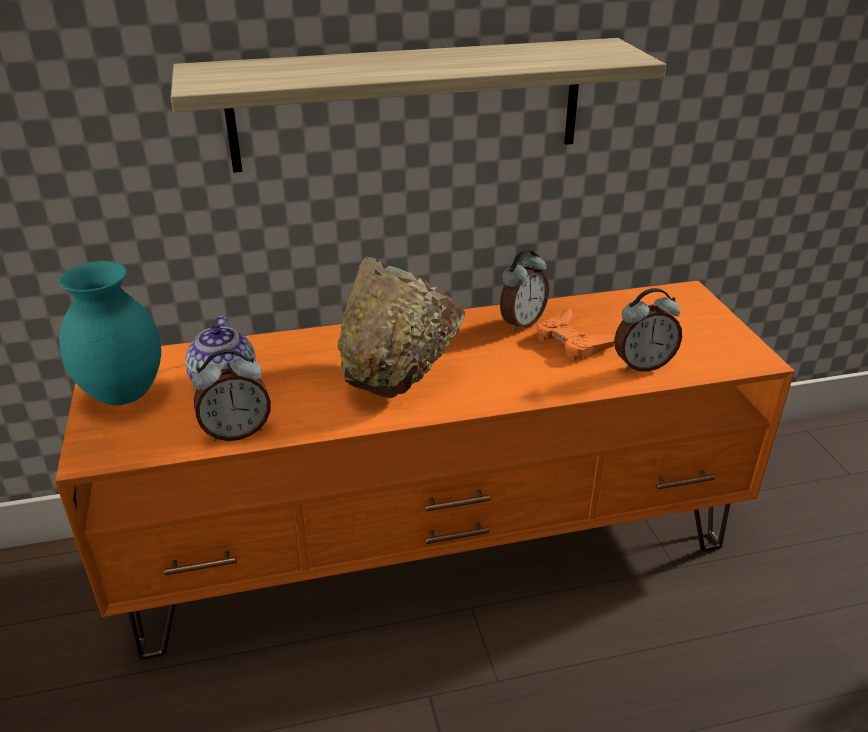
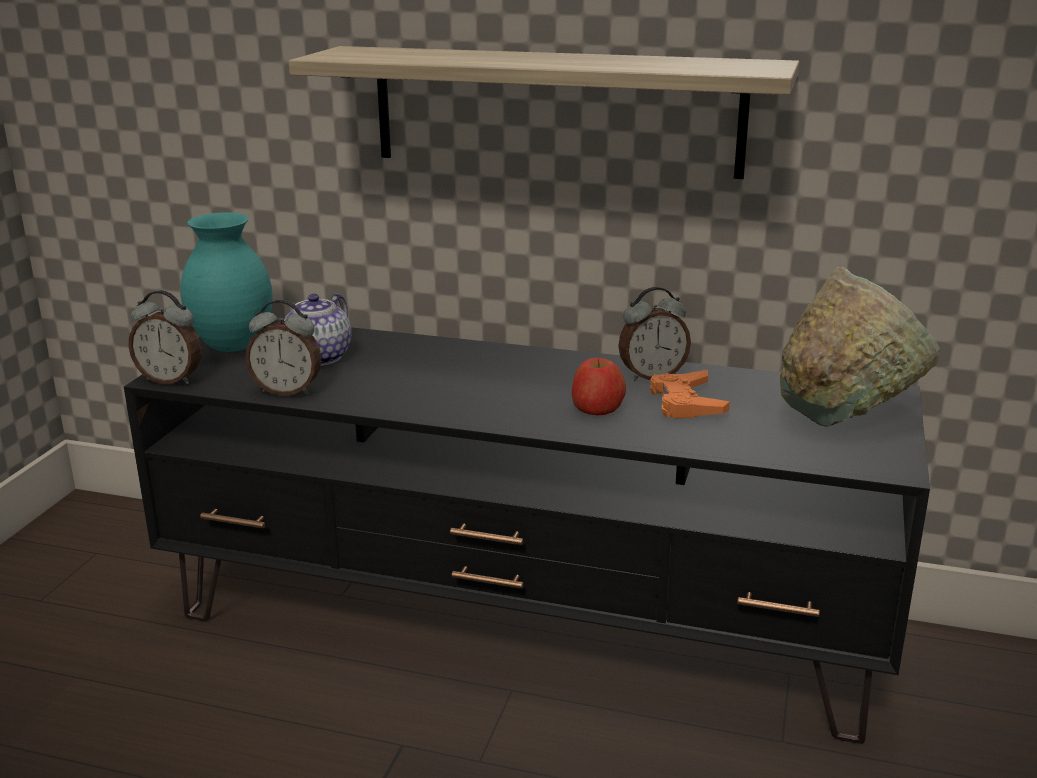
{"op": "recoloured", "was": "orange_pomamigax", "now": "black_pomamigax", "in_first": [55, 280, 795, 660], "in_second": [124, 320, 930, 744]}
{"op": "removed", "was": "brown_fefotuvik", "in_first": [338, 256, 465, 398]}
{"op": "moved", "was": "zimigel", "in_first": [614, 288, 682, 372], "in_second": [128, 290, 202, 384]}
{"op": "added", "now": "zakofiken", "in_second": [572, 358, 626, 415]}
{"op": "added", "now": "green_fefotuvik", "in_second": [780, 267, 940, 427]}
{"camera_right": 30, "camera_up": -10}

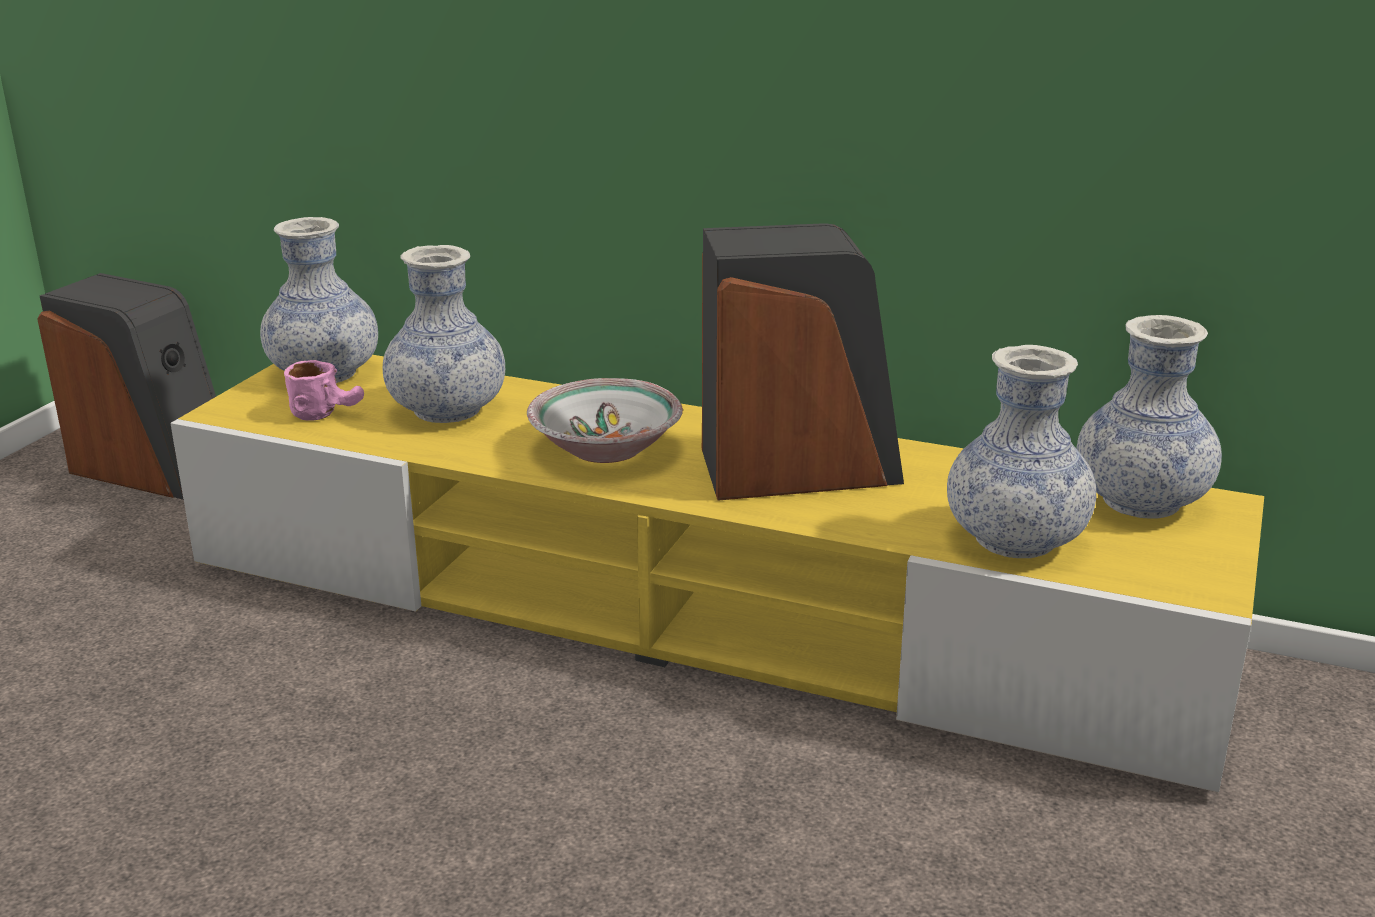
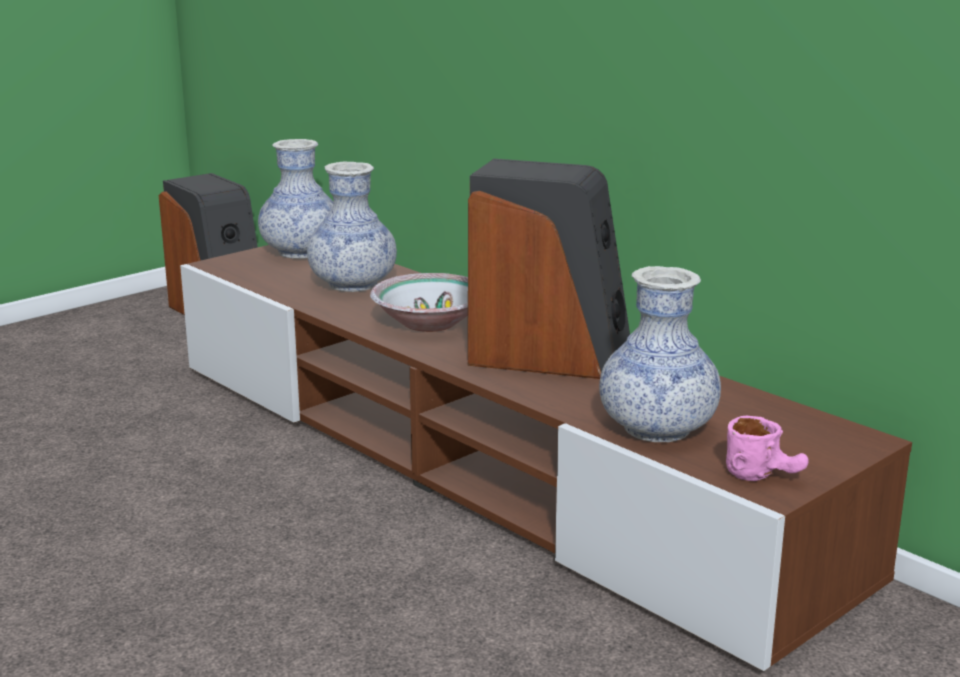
{"op": "recoloured", "was": "yellow_pomamigax", "now": "brown_pomamigax", "in_first": [170, 355, 1264, 793], "in_second": [180, 245, 912, 671]}
{"op": "moved", "was": "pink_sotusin", "in_first": [284, 360, 364, 421], "in_second": [726, 416, 809, 481]}
{"op": "removed", "was": "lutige", "in_first": [1076, 315, 1222, 518]}
{"camera_right": 25, "camera_up": -5}

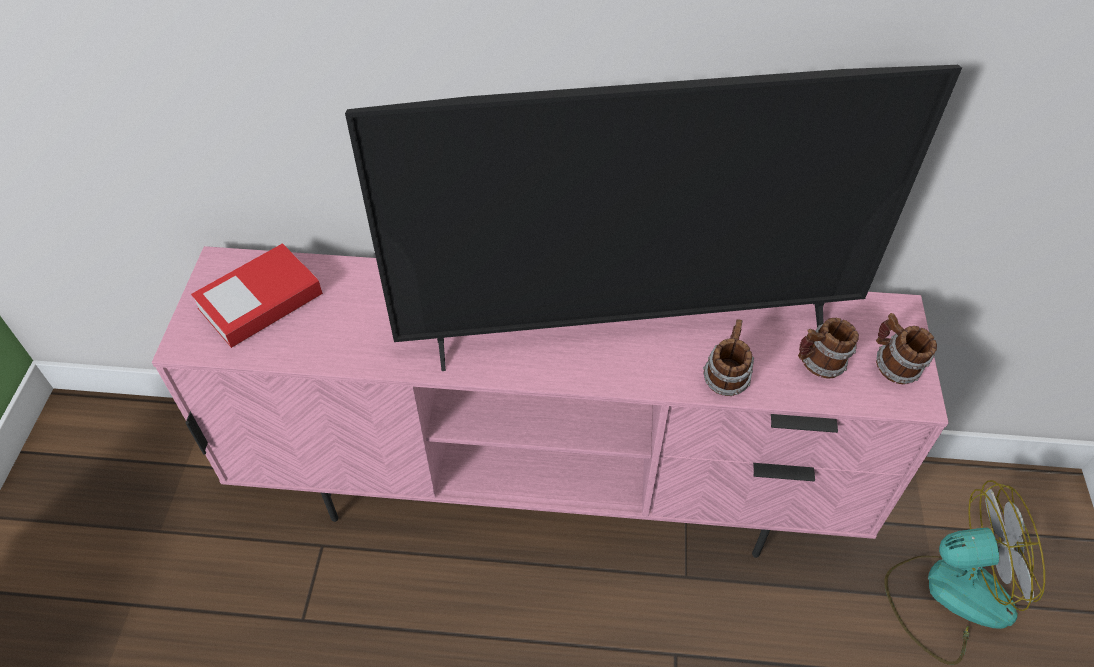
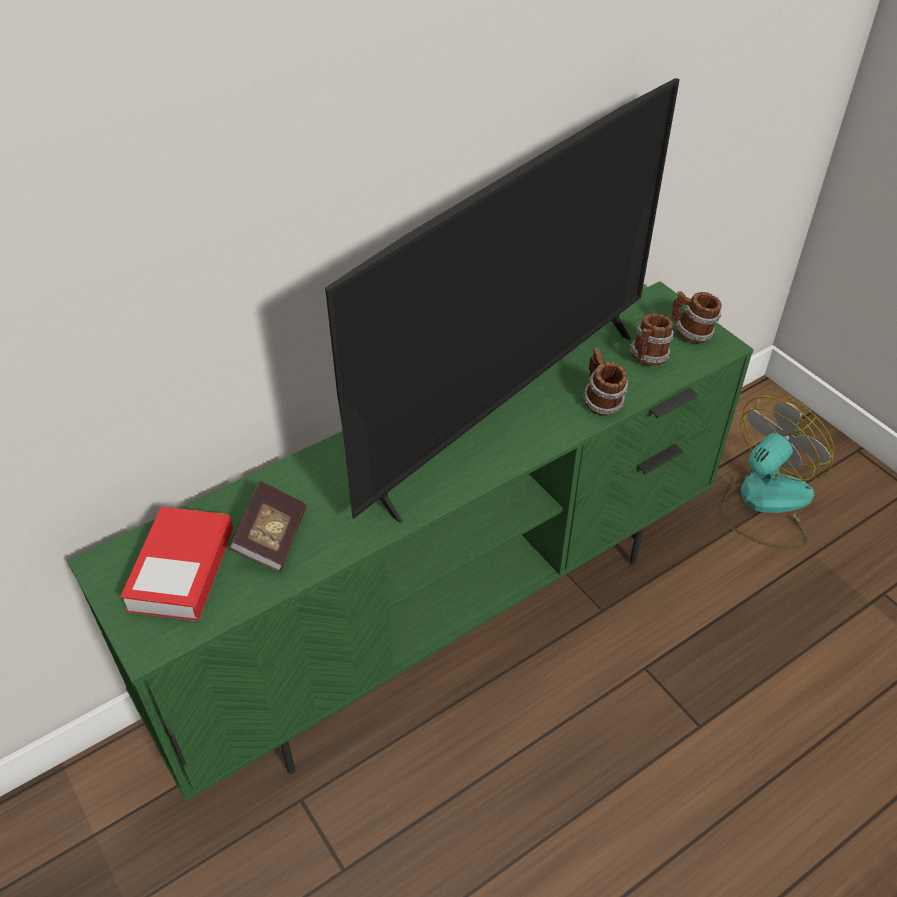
{"op": "recoloured", "was": "pink_pomamigax", "now": "green_pomamigax", "in_first": [152, 246, 949, 558], "in_second": [67, 281, 754, 802]}
{"op": "added", "now": "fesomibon", "in_second": [230, 481, 306, 571]}
{"camera_right": -40, "camera_up": -5}

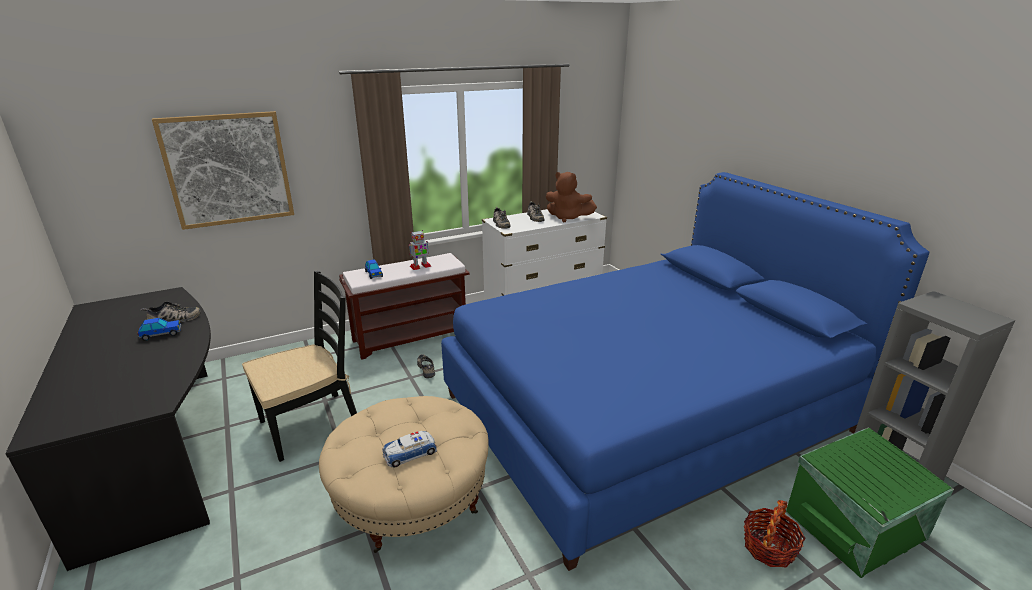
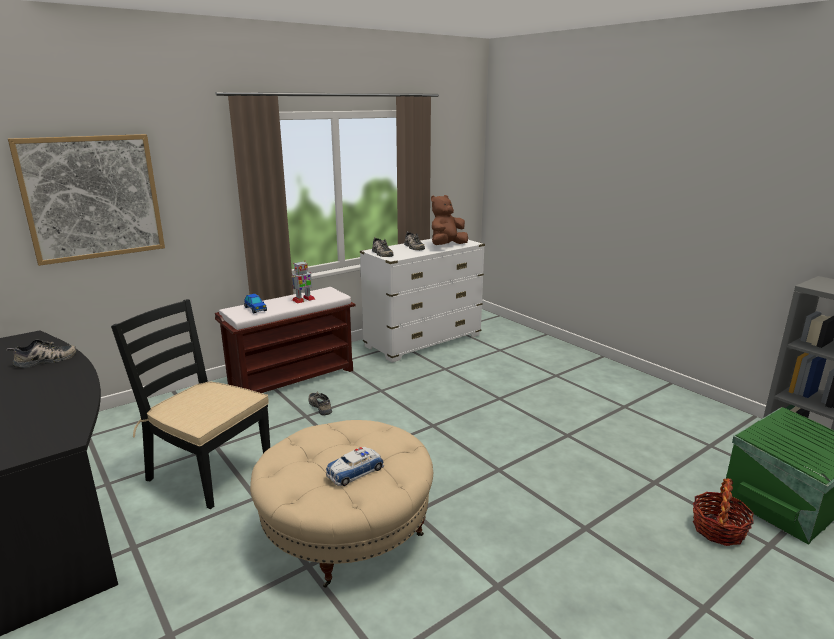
{"op": "removed", "was": "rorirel", "in_first": [138, 318, 182, 341]}
{"op": "turned", "was": "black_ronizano", "in_first": [242, 271, 357, 462], "in_second": [111, 299, 270, 509], "clockwise": -105}
{"op": "removed", "was": "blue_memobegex", "in_first": [441, 172, 929, 571]}
{"op": "turned", "was": "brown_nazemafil", "in_first": [546, 172, 597, 222], "in_second": [431, 195, 468, 245], "clockwise": 120}
{"camera_right": -10, "camera_up": -5}

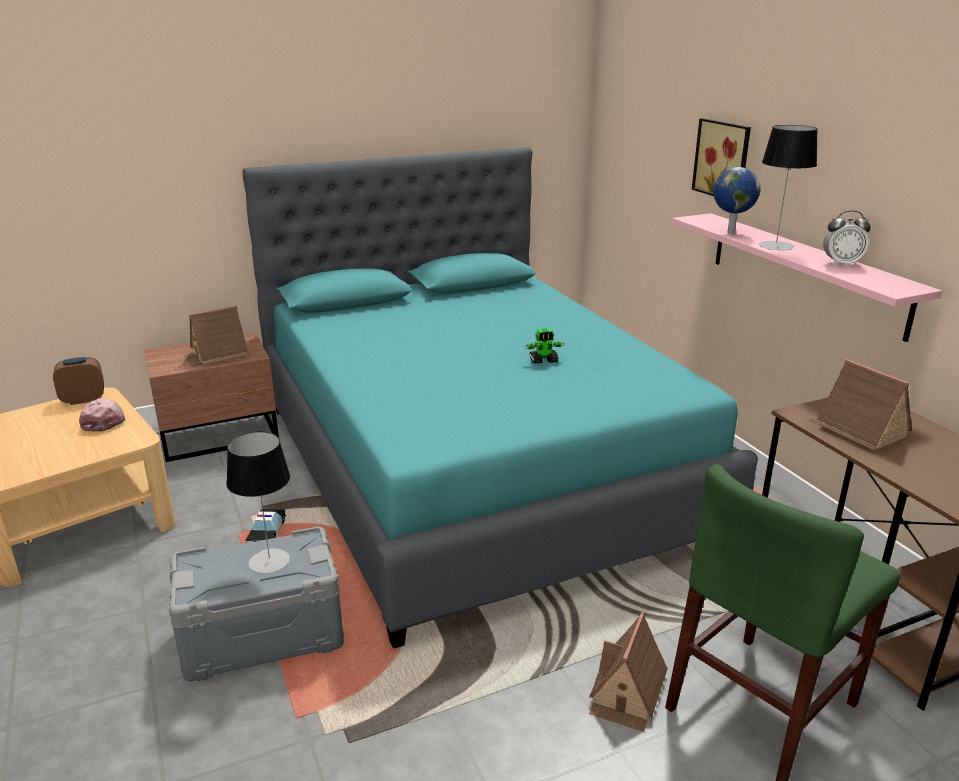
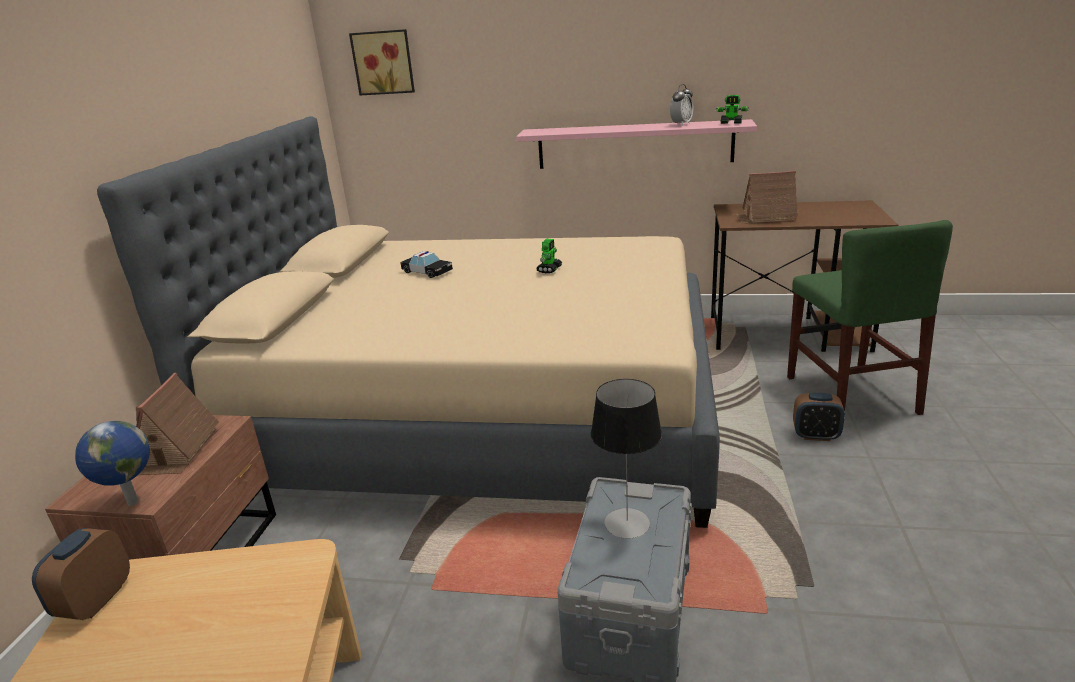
{"op": "removed", "was": "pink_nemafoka", "in_first": [79, 398, 125, 432]}
{"op": "recoloured", "was": "turquoise_memobegex", "now": "beige_memobegex", "in_first": [242, 147, 758, 649], "in_second": [97, 116, 720, 528]}
{"op": "moved", "was": "rorirel", "in_first": [245, 509, 286, 543], "in_second": [400, 251, 453, 278]}
{"op": "replaced", "was": "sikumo", "now": "zimigel", "in_first": [589, 611, 668, 732], "in_second": [793, 393, 845, 441]}
{"op": "moved", "was": "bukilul", "in_first": [692, 118, 751, 196], "in_second": [349, 29, 415, 95]}
{"op": "moved", "was": "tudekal", "in_first": [713, 167, 761, 234], "in_second": [75, 421, 150, 506]}
{"op": "removed", "was": "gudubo", "in_first": [759, 125, 818, 250]}
{"op": "added", "now": "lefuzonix", "in_second": [715, 95, 750, 124]}
{"camera_right": -55, "camera_up": 0}

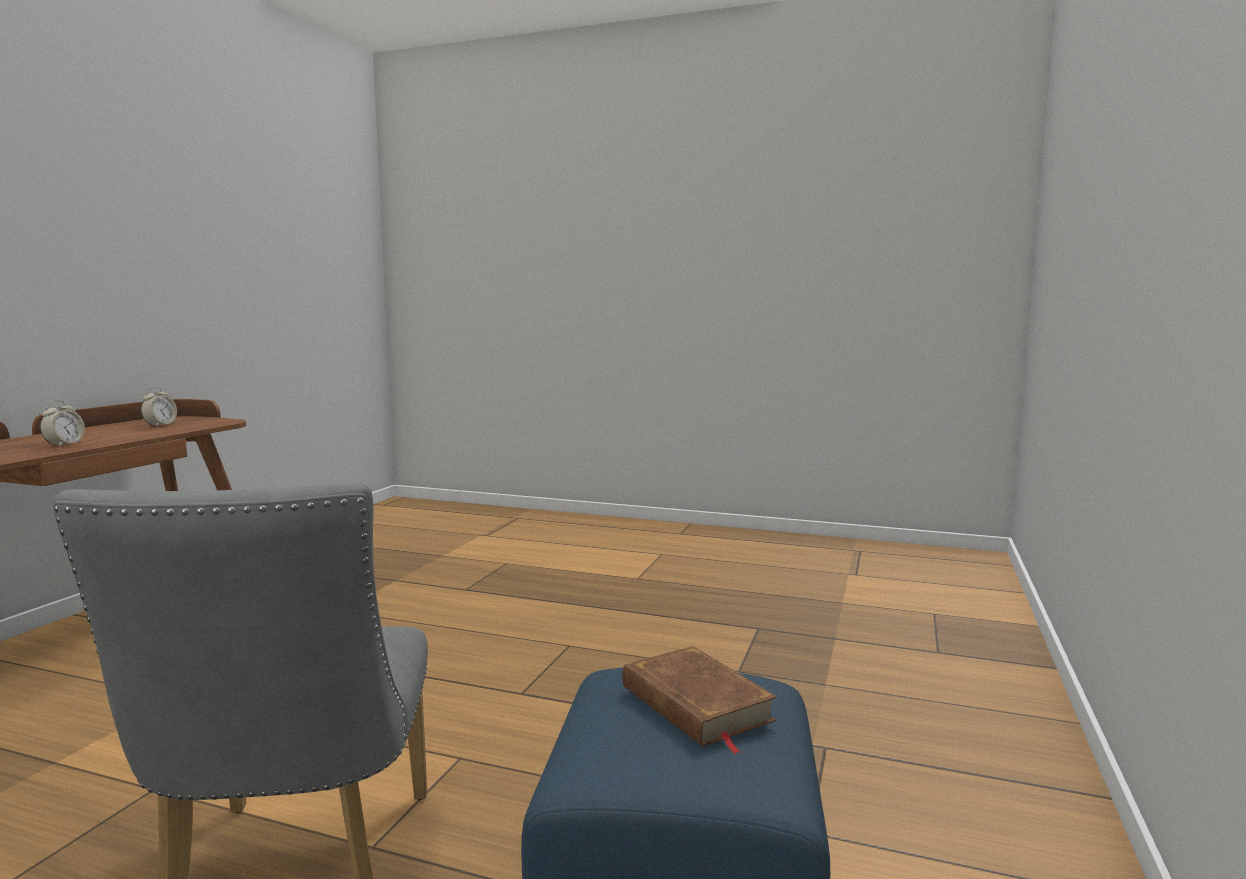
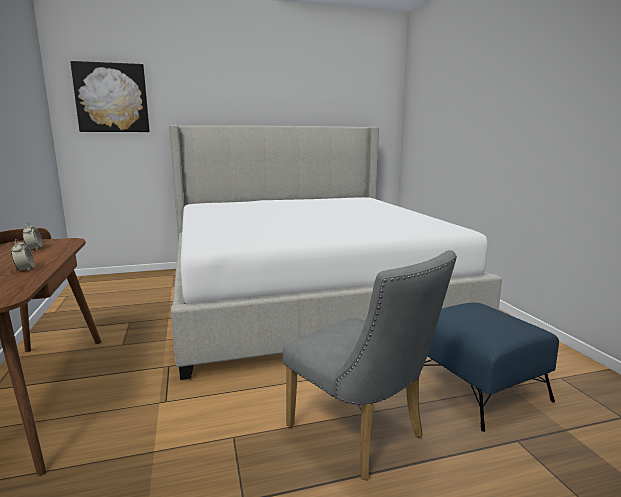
{"op": "removed", "was": "brown_fesomibon", "in_first": [623, 646, 777, 754]}
{"op": "added", "now": "bukilul", "in_second": [70, 61, 150, 132]}
{"op": "added", "now": "memobegex", "in_second": [169, 125, 502, 380]}
{"camera_right": -35, "camera_up": 5}

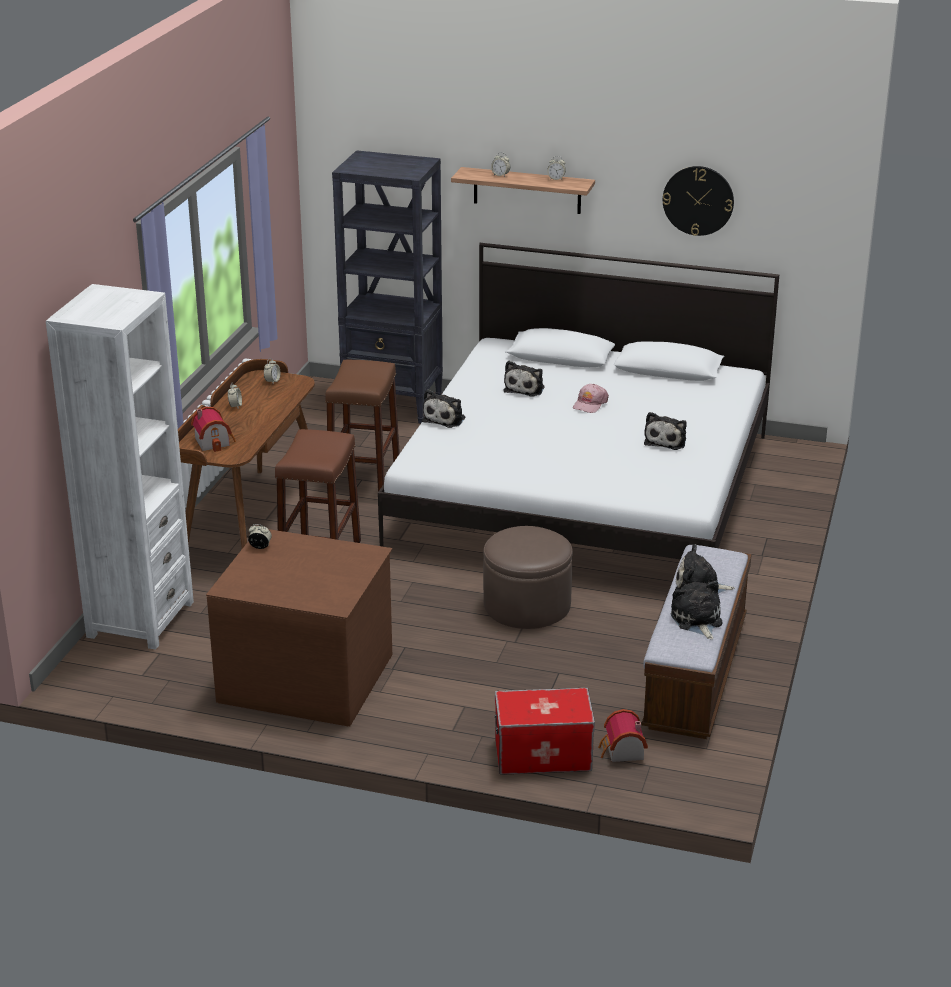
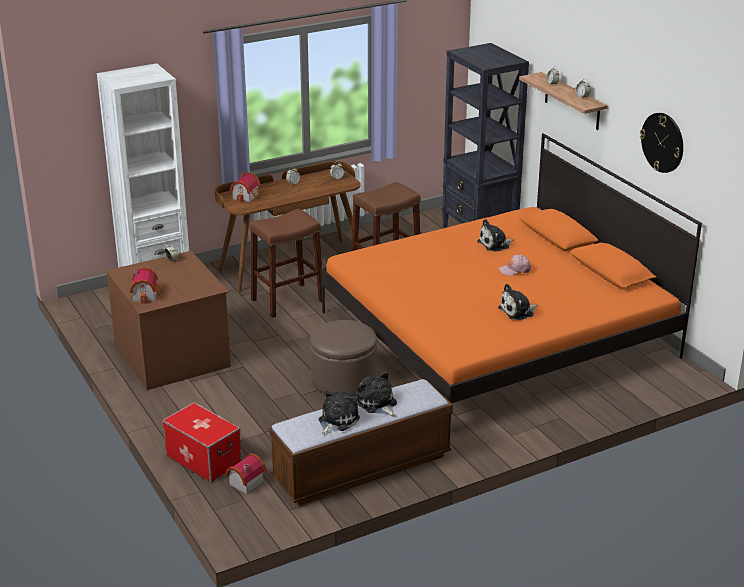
{"op": "recoloured", "was": "white_memobegex", "now": "orange_memobegex", "in_first": [378, 243, 779, 559], "in_second": [321, 133, 702, 426]}
{"op": "removed", "was": "nazemafil", "in_first": [422, 390, 466, 428]}
{"op": "added", "now": "sikumo", "in_second": [130, 268, 163, 304]}
{"camera_right": 45, "camera_up": 0}

